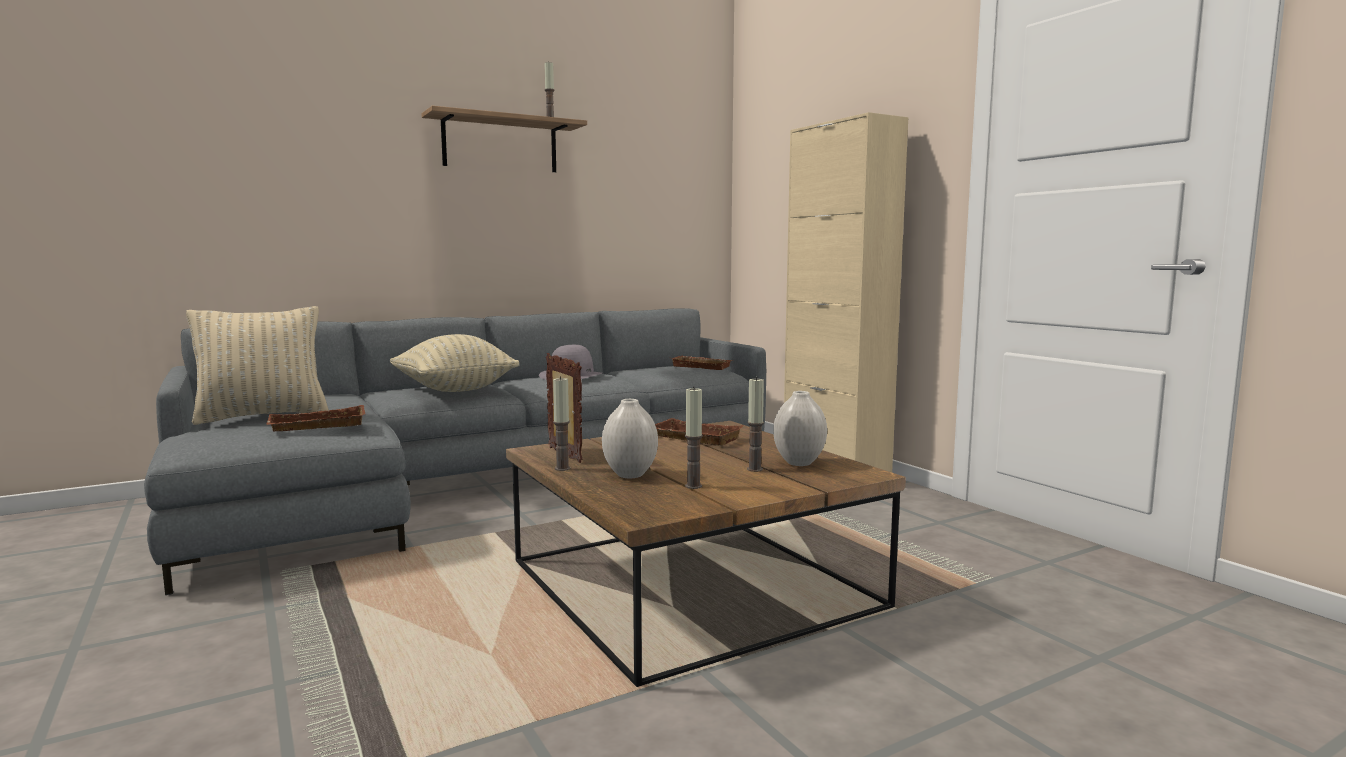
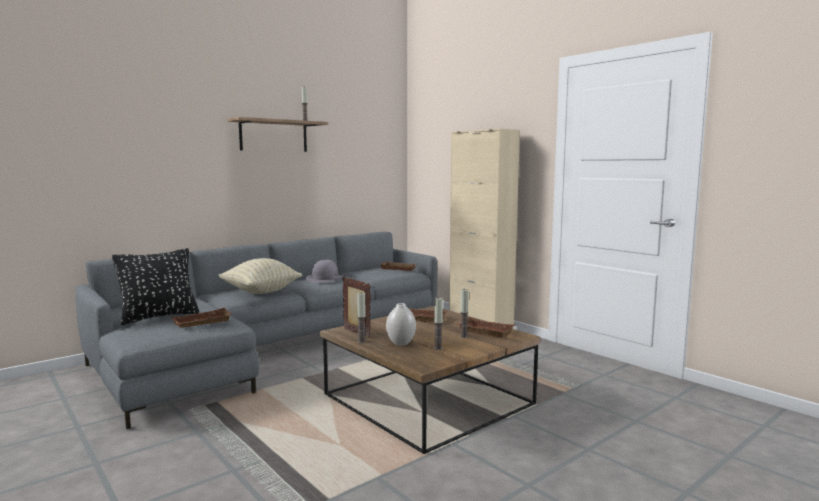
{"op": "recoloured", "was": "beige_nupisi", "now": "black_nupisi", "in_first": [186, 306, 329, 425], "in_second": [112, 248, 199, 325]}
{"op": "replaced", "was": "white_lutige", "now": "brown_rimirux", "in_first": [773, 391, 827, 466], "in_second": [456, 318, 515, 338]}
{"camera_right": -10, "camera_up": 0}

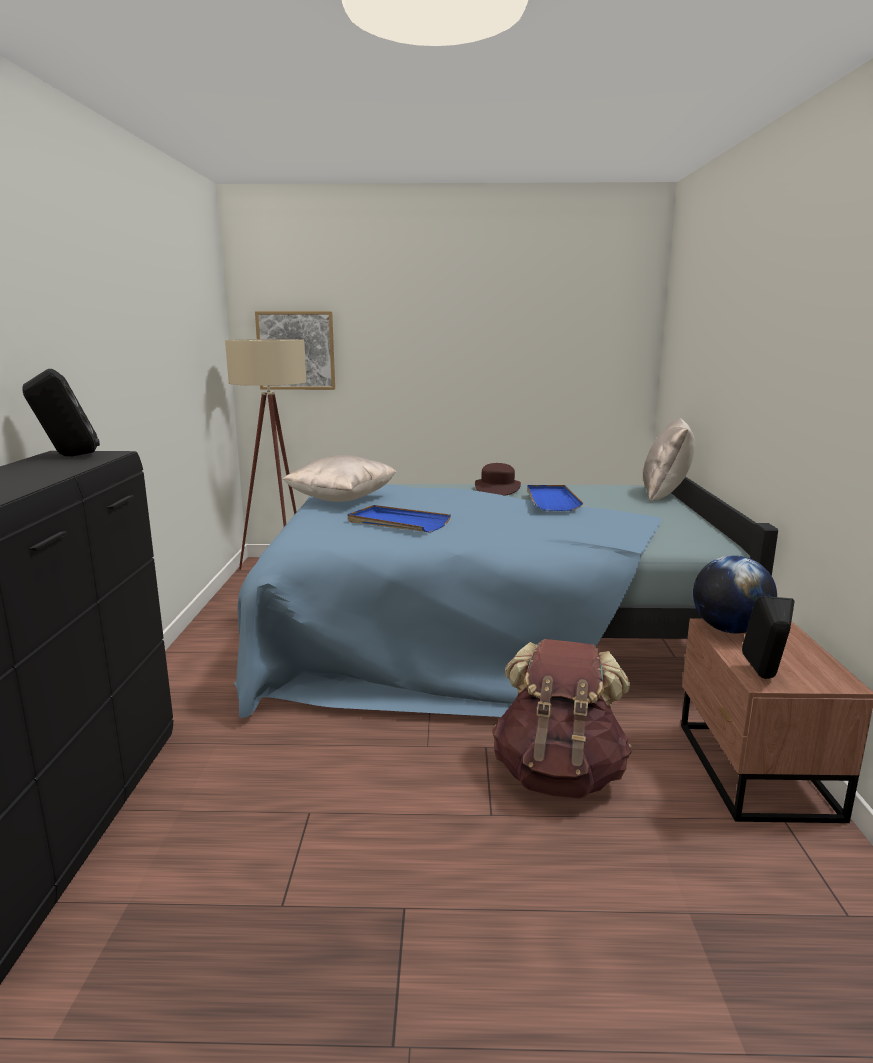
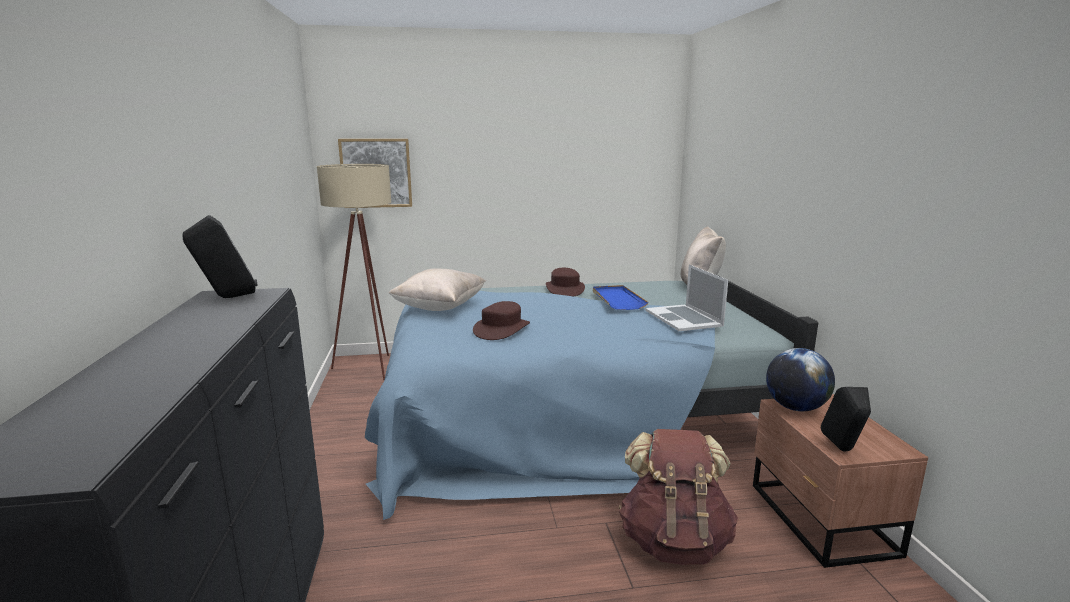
{"op": "replaced", "was": "blue_rimirux", "now": "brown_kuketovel", "in_first": [347, 505, 451, 533], "in_second": [473, 301, 530, 340]}
{"op": "added", "now": "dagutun", "in_second": [645, 264, 728, 331]}
{"camera_right": -10, "camera_up": 0}

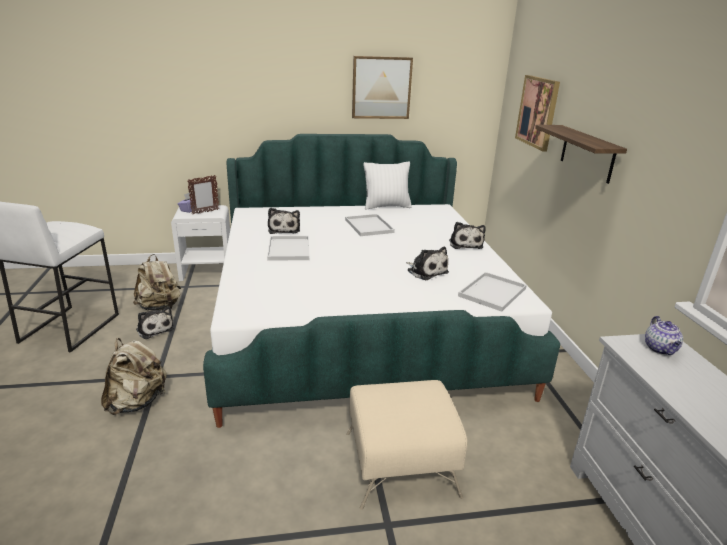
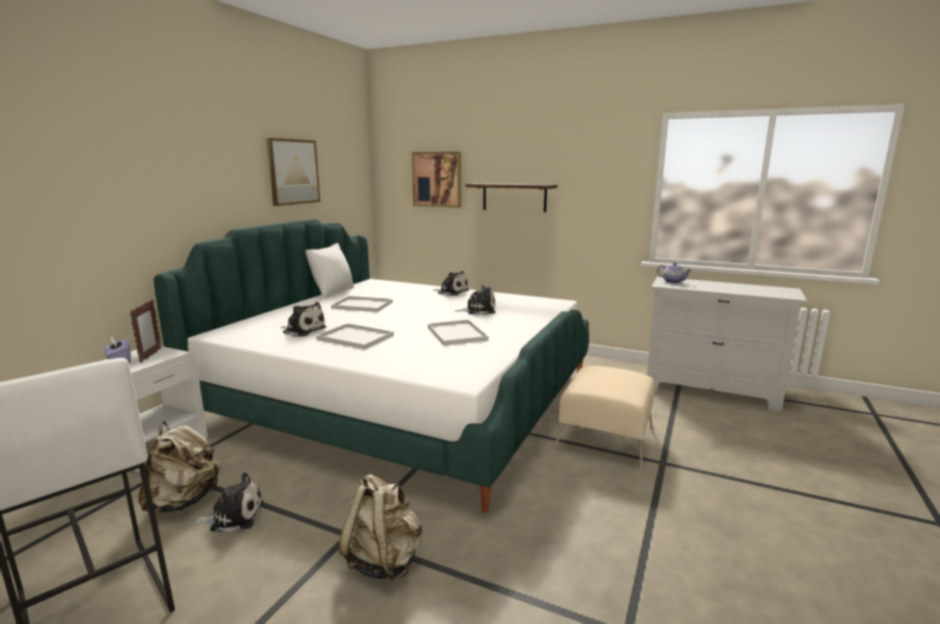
{"op": "moved", "was": "white_rimirux", "in_first": [458, 272, 527, 312], "in_second": [428, 319, 489, 346]}
{"camera_right": -55, "camera_up": -10}

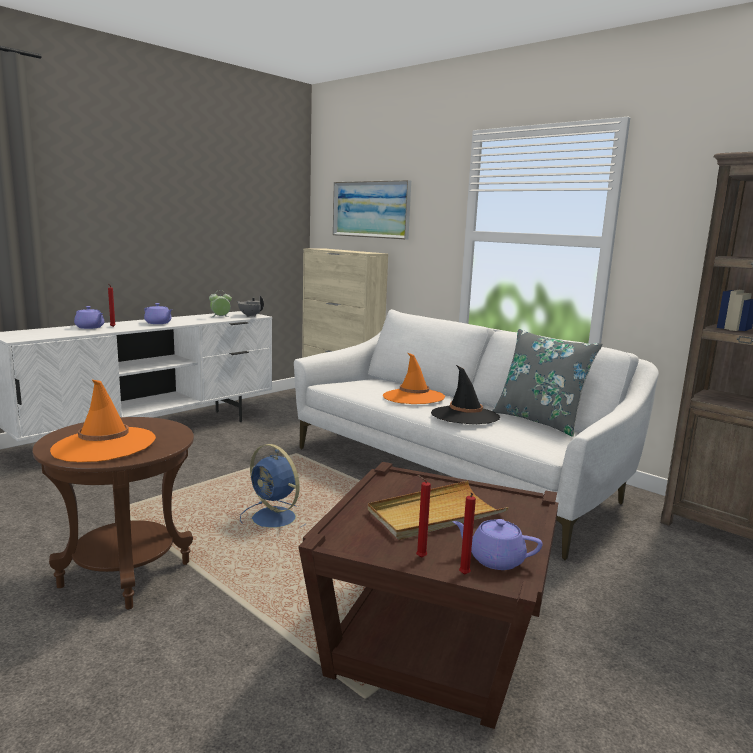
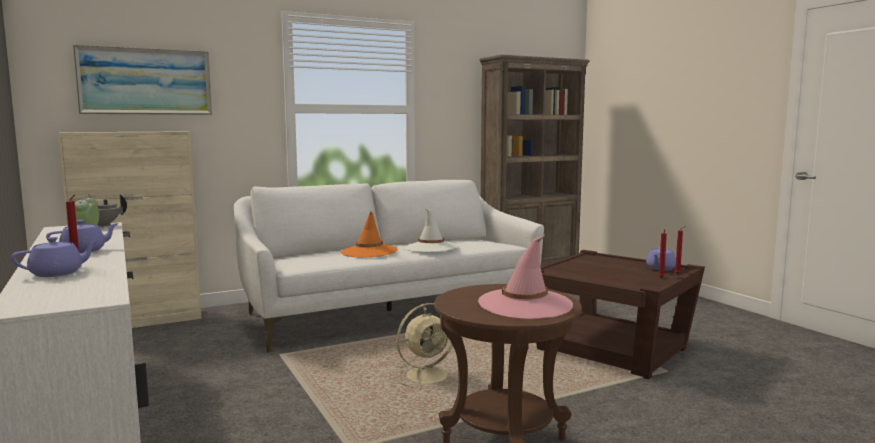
{"op": "recoloured", "was": "orange_kuketovel", "now": "pink_kuketovel", "in_first": [50, 379, 156, 462], "in_second": [478, 236, 573, 319]}
{"op": "recoloured", "was": "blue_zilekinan", "now": "beige_zilekinan", "in_first": [240, 444, 304, 528], "in_second": [390, 303, 453, 389]}
{"op": "removed", "was": "beige_rimirux", "in_first": [368, 481, 509, 540]}
{"op": "recoloured", "was": "black_kuketovel", "now": "white_kuketovel", "in_first": [431, 365, 500, 424], "in_second": [404, 208, 458, 252]}
{"op": "removed", "was": "grey_nupisi", "in_first": [492, 329, 603, 437]}
{"camera_right": -70, "camera_up": -5}

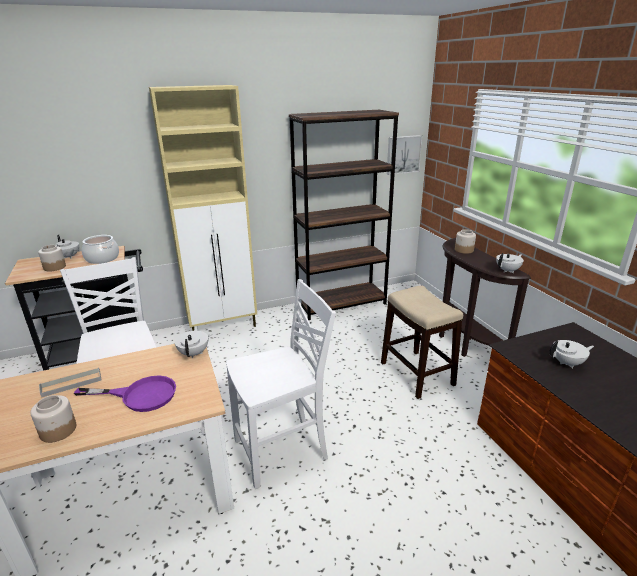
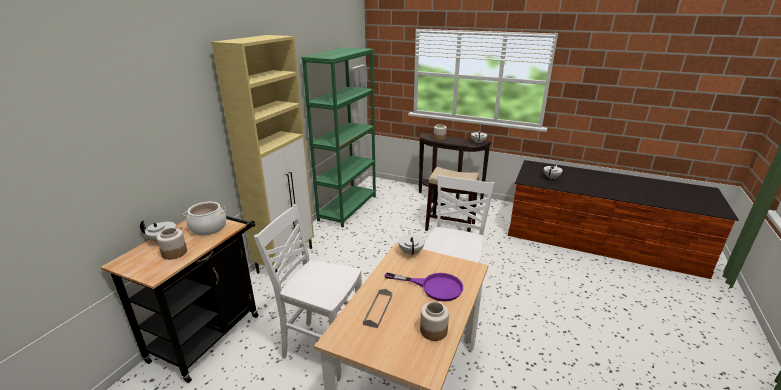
{"op": "turned", "was": "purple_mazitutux", "in_first": [74, 376, 176, 412], "in_second": [385, 272, 463, 302], "clockwise": 60}
{"op": "turned", "was": "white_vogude", "in_first": [174, 326, 208, 358], "in_second": [398, 230, 425, 256], "clockwise": 45}
{"op": "recoloured", "was": "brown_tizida", "now": "green_tizida", "in_first": [289, 110, 399, 320], "in_second": [301, 47, 376, 227]}
{"camera_right": -45, "camera_up": 0}

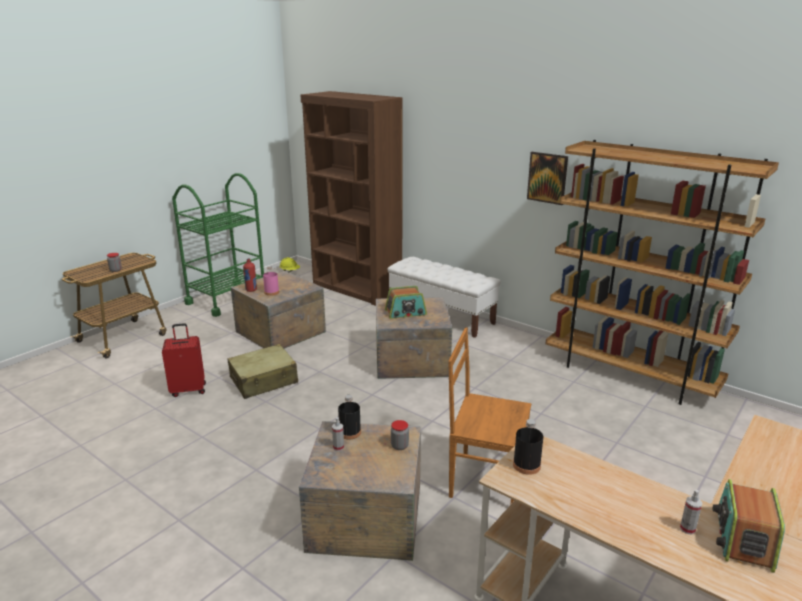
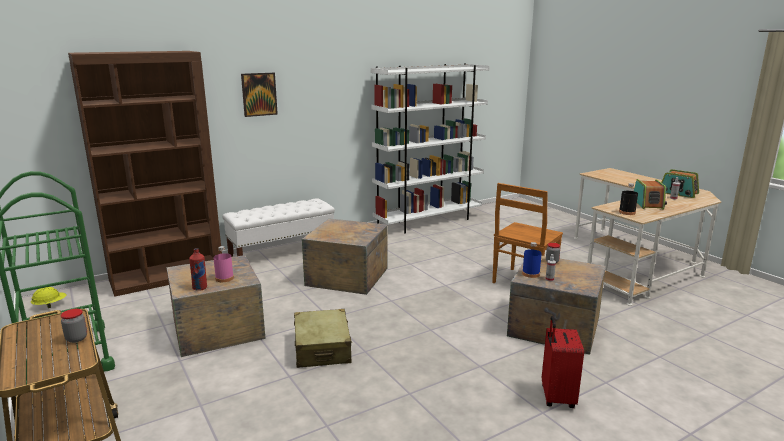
{"op": "moved", "was": "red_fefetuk", "in_first": [162, 323, 206, 397], "in_second": [542, 316, 584, 408]}
{"op": "recoloured", "was": "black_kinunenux", "now": "blue_kinunenux", "in_first": [338, 395, 361, 440], "in_second": [522, 242, 542, 278]}
{"op": "moved", "was": "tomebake", "in_first": [385, 286, 427, 319], "in_second": [634, 179, 667, 210]}
{"op": "moved", "was": "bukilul", "in_first": [527, 152, 568, 205], "in_second": [241, 73, 278, 117]}
{"op": "recoloured", "was": "brown_tizida", "now": "white_tizida", "in_first": [546, 140, 779, 405], "in_second": [371, 63, 490, 234]}
{"camera_right": -70, "camera_up": -5}

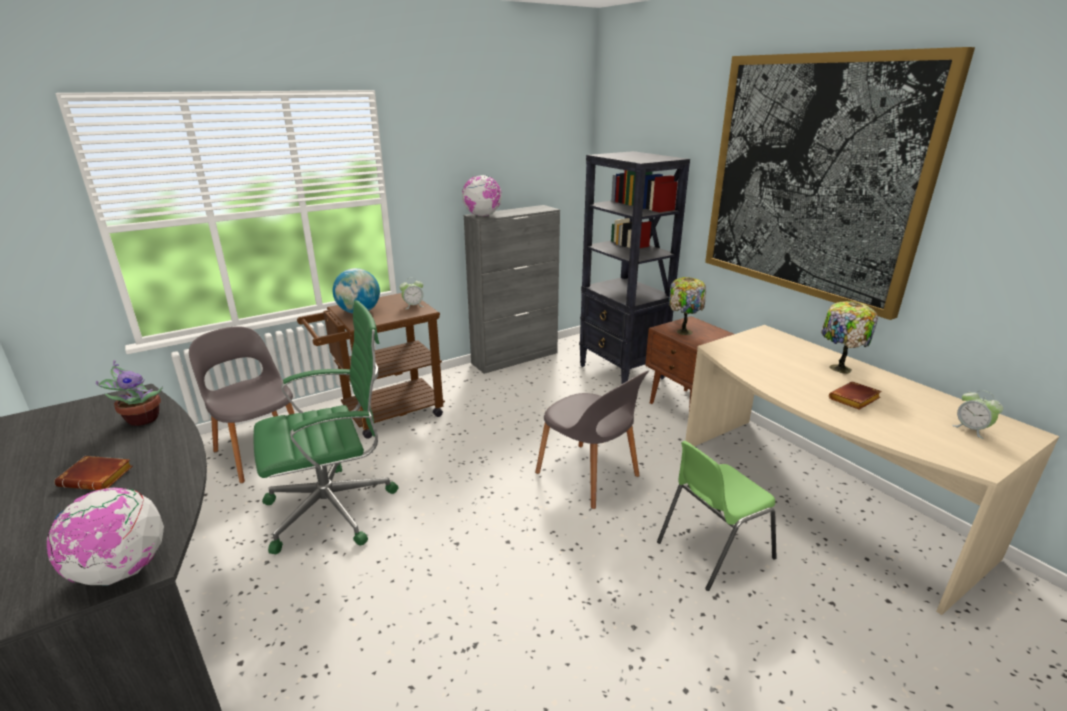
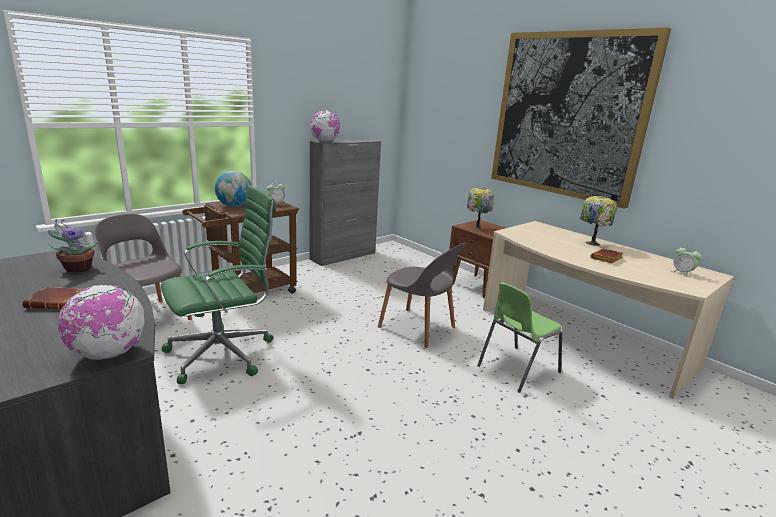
{"op": "removed", "was": "black_tizida", "in_first": [579, 151, 690, 384]}
{"camera_right": -10, "camera_up": -5}

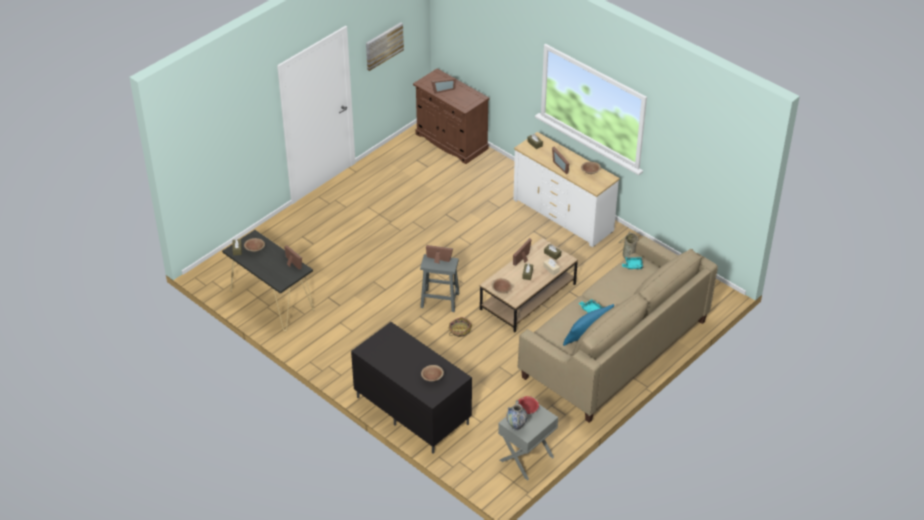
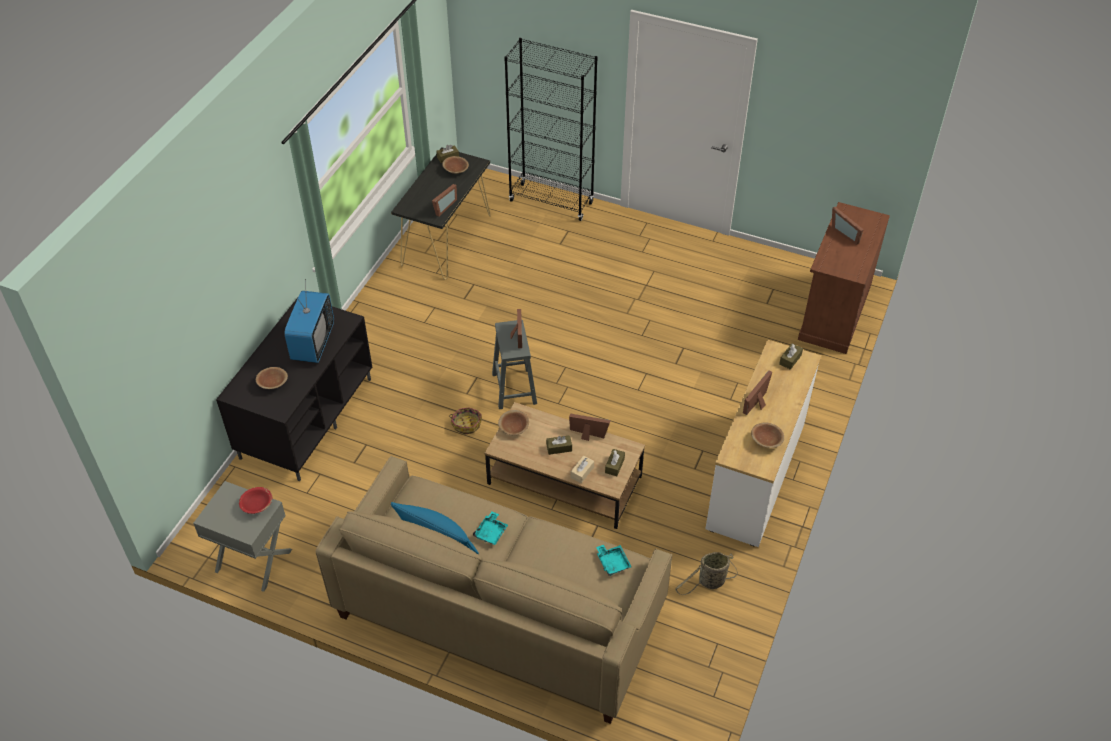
{"op": "removed", "was": "bukilul", "in_first": [366, 22, 404, 71]}
{"op": "removed", "was": "lutige", "in_first": [506, 400, 528, 431]}
{"op": "added", "now": "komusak", "in_second": [284, 279, 334, 363]}
{"op": "added", "now": "black_tizida", "in_second": [504, 38, 598, 221]}
{"camera_right": 70, "camera_up": 5}

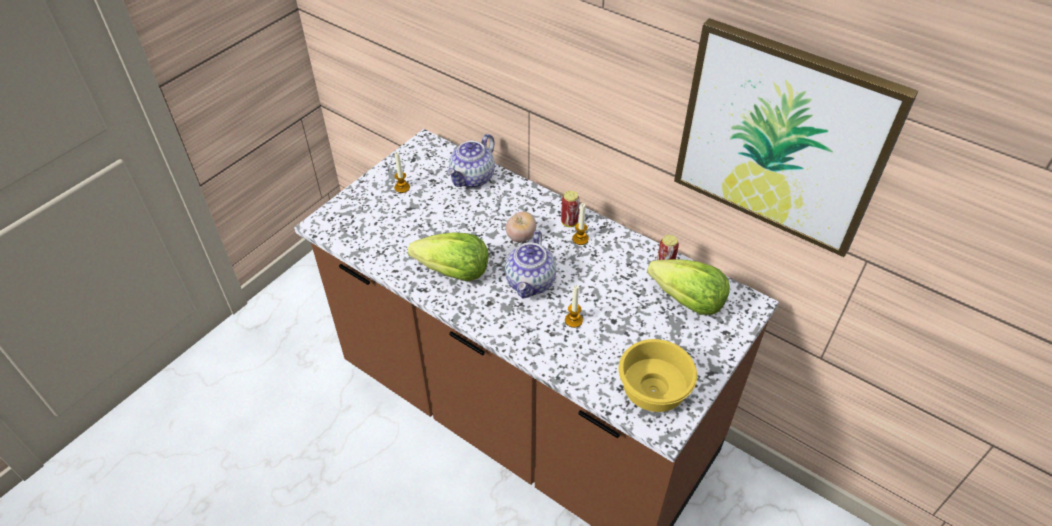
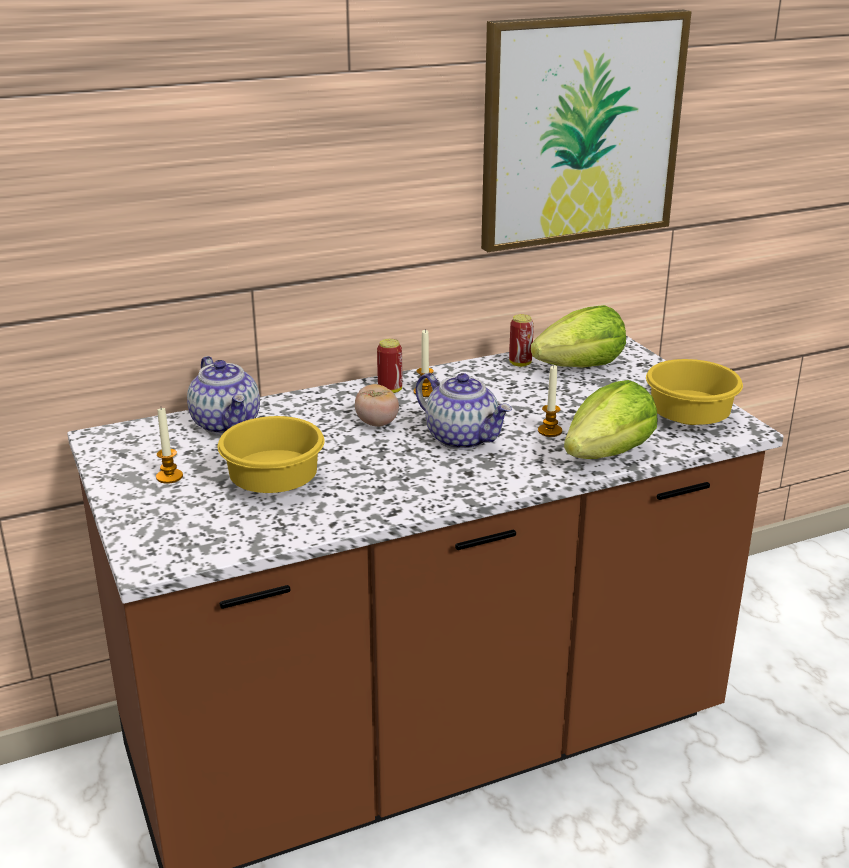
{"op": "moved", "was": "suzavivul", "in_first": [408, 232, 489, 281], "in_second": [564, 380, 658, 459]}
{"op": "added", "now": "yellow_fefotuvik", "in_second": [218, 416, 325, 493]}
{"camera_right": -60, "camera_up": -20}

